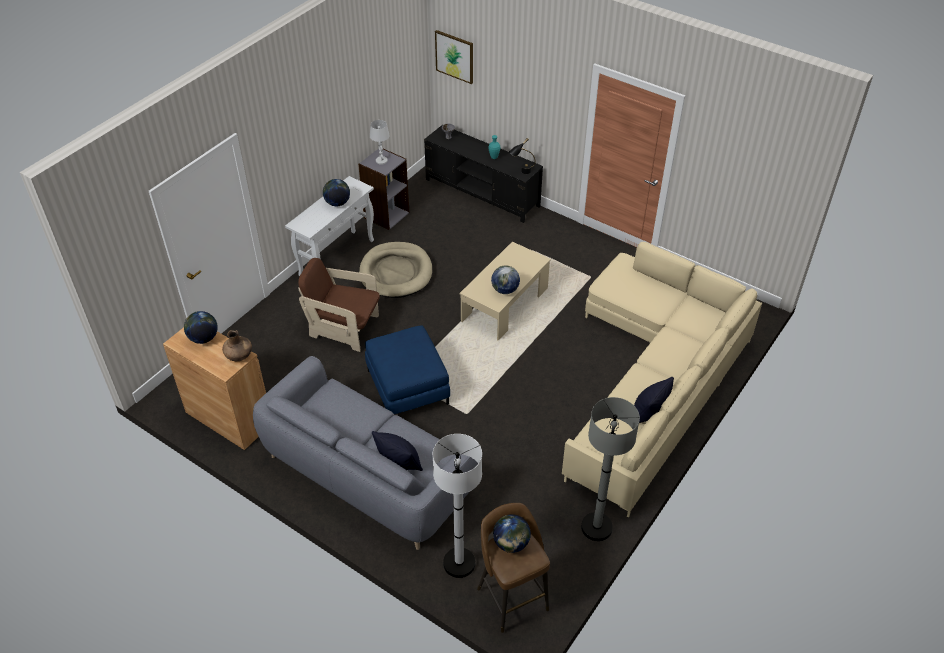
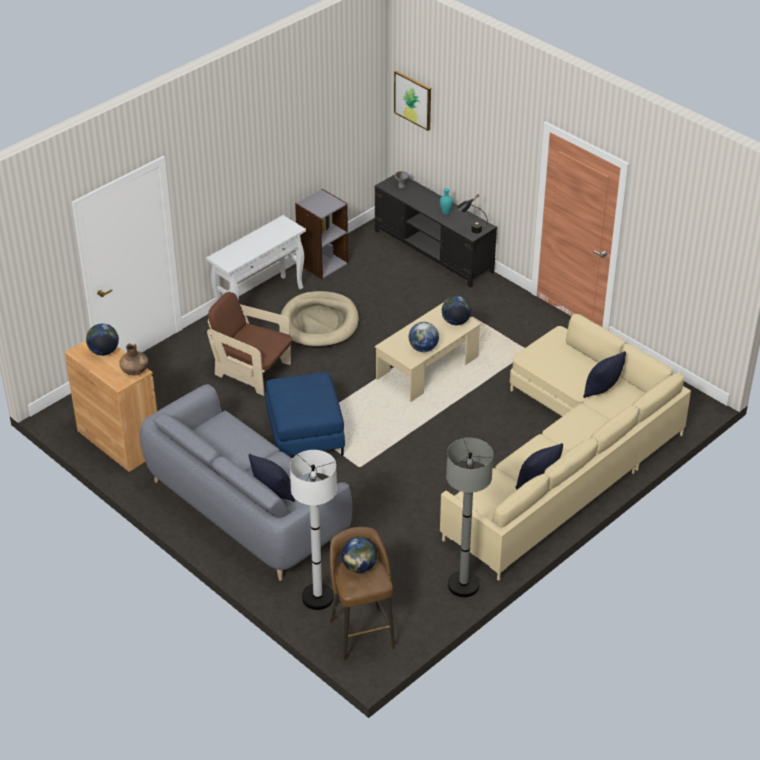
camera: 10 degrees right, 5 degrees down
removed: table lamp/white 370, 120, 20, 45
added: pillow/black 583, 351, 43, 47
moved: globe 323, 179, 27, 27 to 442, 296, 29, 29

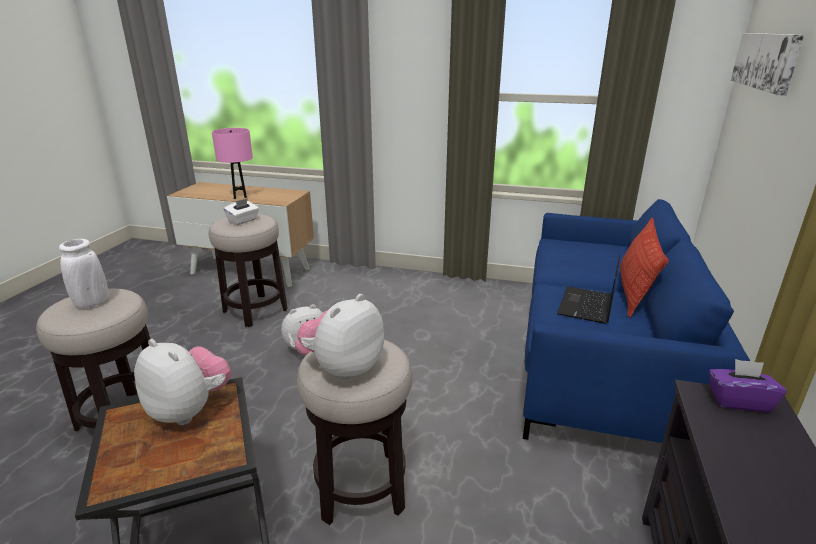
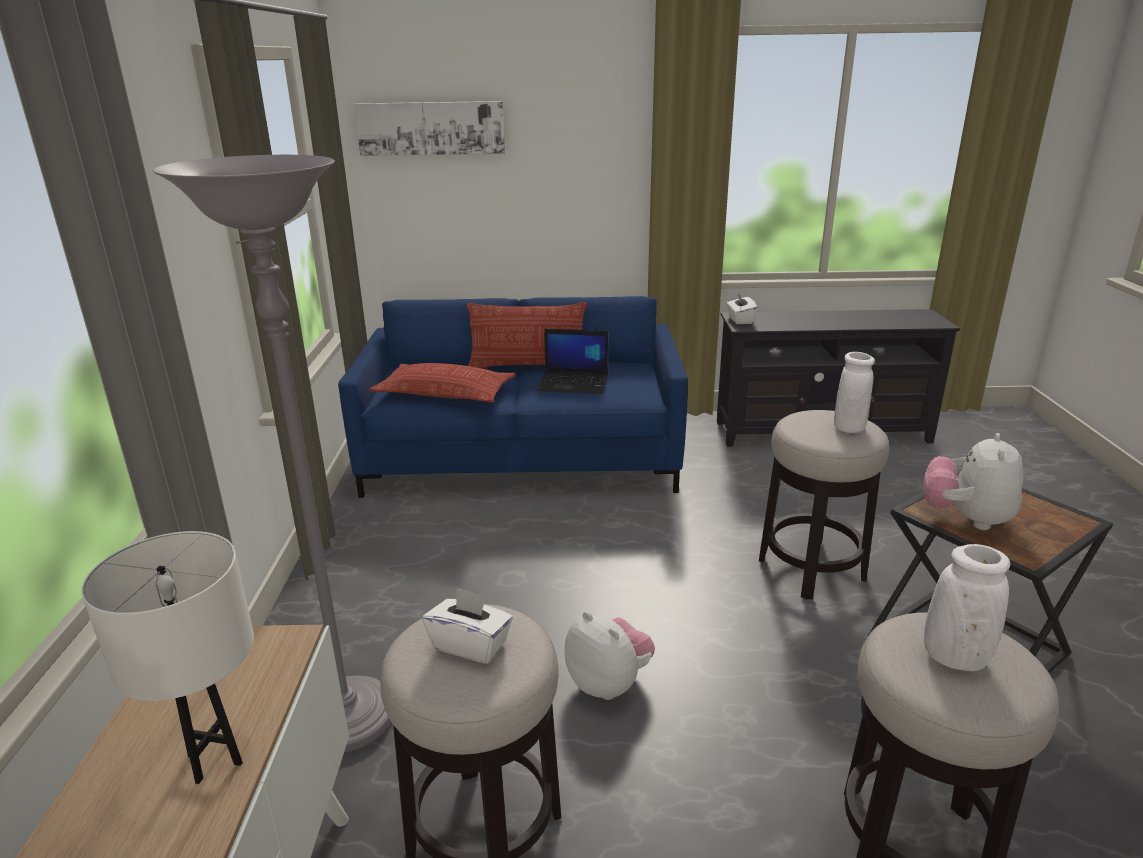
camera: 105 degrees left, 0 degrees up
added: floor lamp/grey 153, 155, 238, 598; pillow 369, 363, 146, 40
replaced: plush toy 297, 294, 87, 87 to vase/white 834, 352, 41, 81
recoloured: table lamp/pink 212, 128, 41, 71 to table lamp/white 81, 531, 173, 253; tissue box/purple 709, 359, 78, 53 to tissue box/white 727, 293, 30, 31

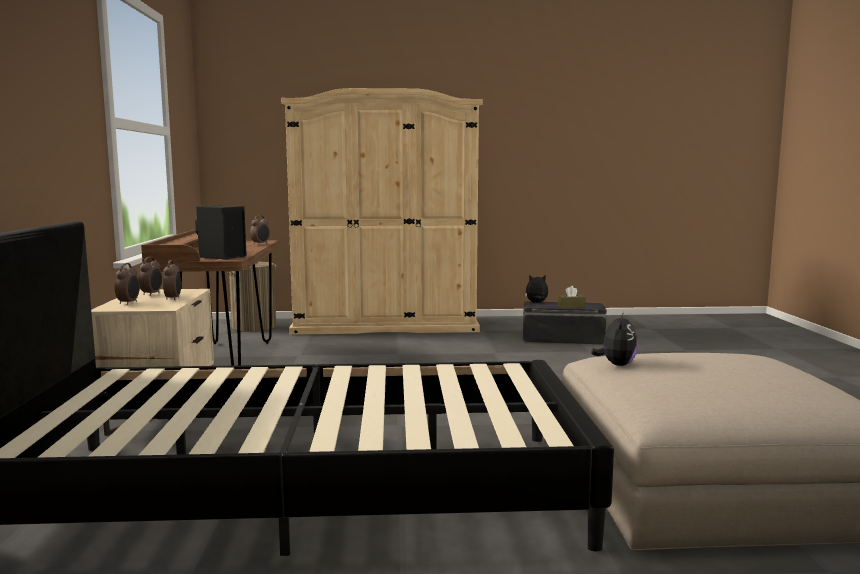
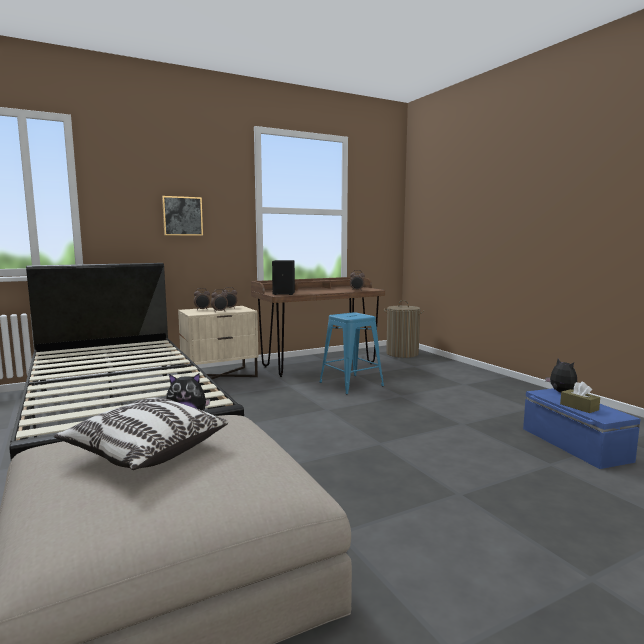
camera: 65 degrees right, 0 degrees up
removed: wardrobe/beige 281, 88, 202, 247
added: pillow 54, 398, 174, 72; picture 162, 196, 41, 40; stool/blue 319, 312, 65, 82
recoloured: storage box/black 523, 301, 84, 43 to storage box/blue 523, 388, 117, 81

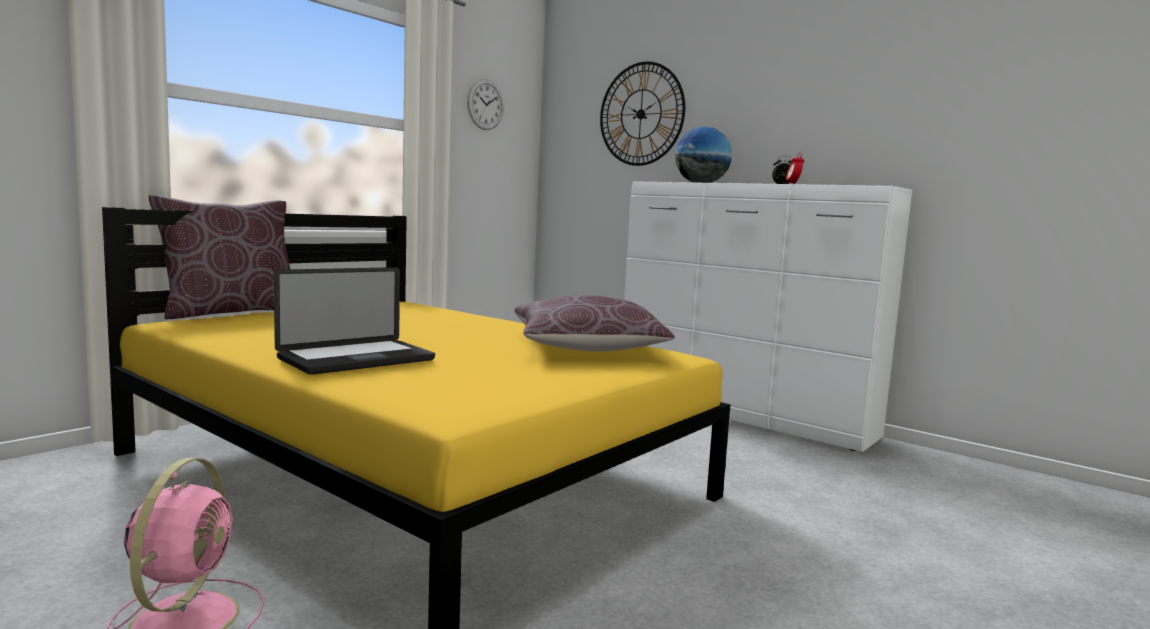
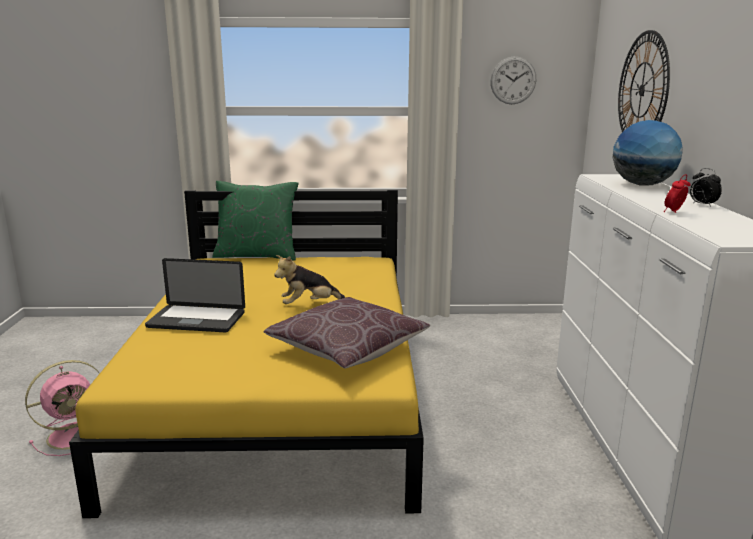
camera: 50 degrees right, 10 degrees up
added: plush toy 274, 255, 71, 49
recoloured: pillow/brown 149, 195, 141, 125 to pillow/green 212, 181, 86, 79

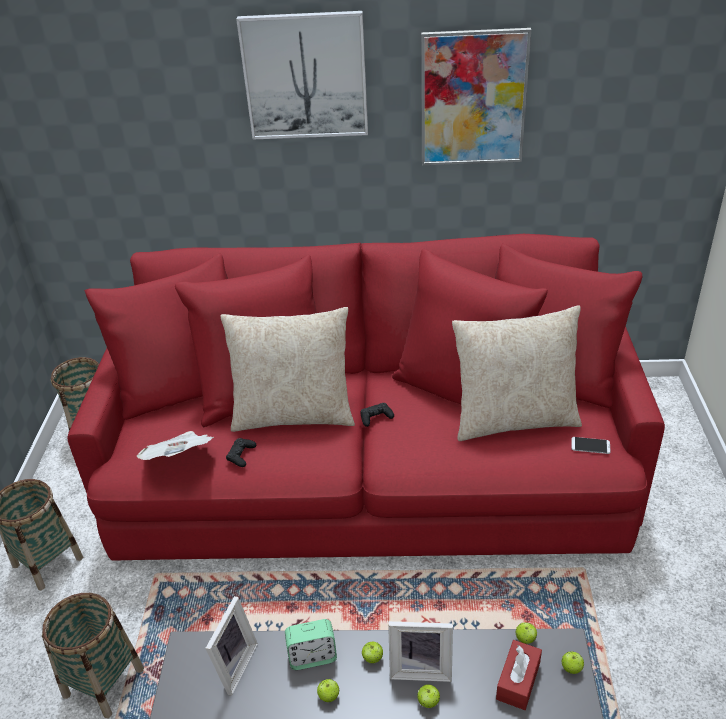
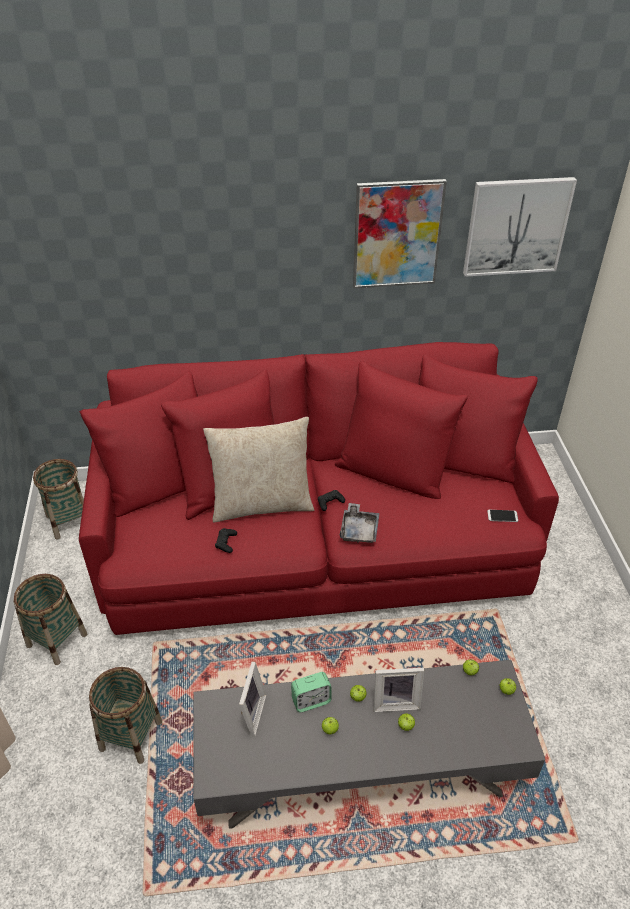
camera: 10 degrees left, 5 degrees up
removed: newspaper 136, 431, 78, 29; pillow/beige 452, 305, 130, 136; tissue box/red 496, 640, 46, 70
added: tray/grey 340, 503, 40, 40
moved: picture 236, 11, 132, 128 to 463, 177, 114, 100

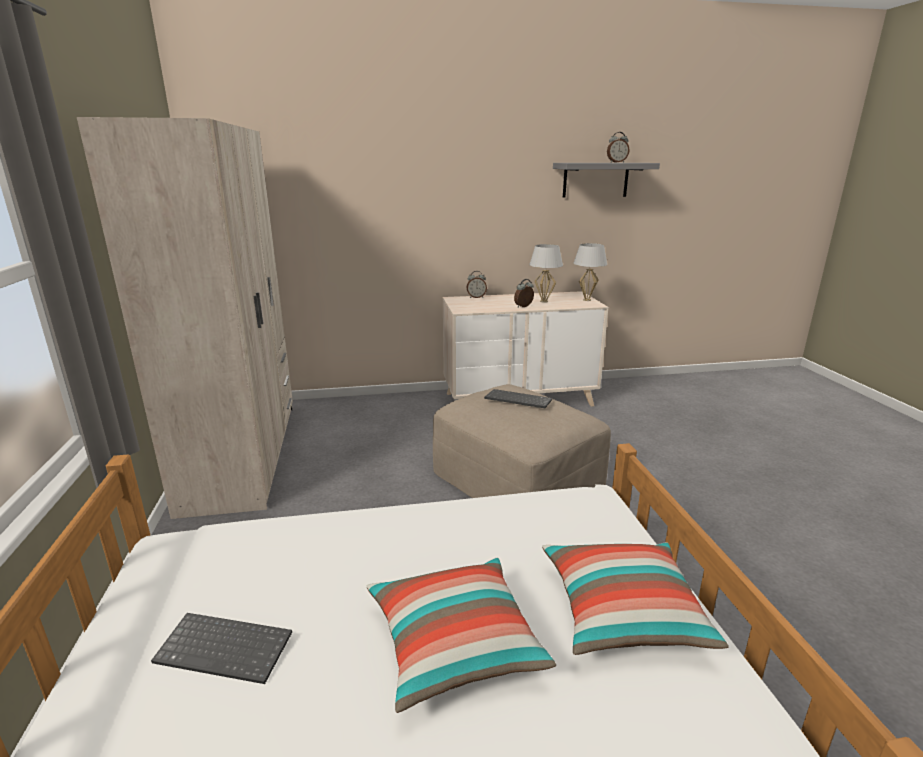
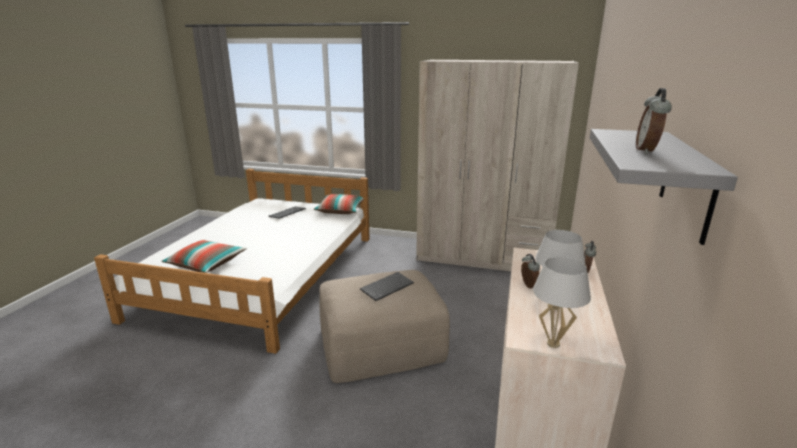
camera: 115 degrees right, 0 degrees up
moved: pillow 366, 558, 190, 155 to 313, 194, 51, 20

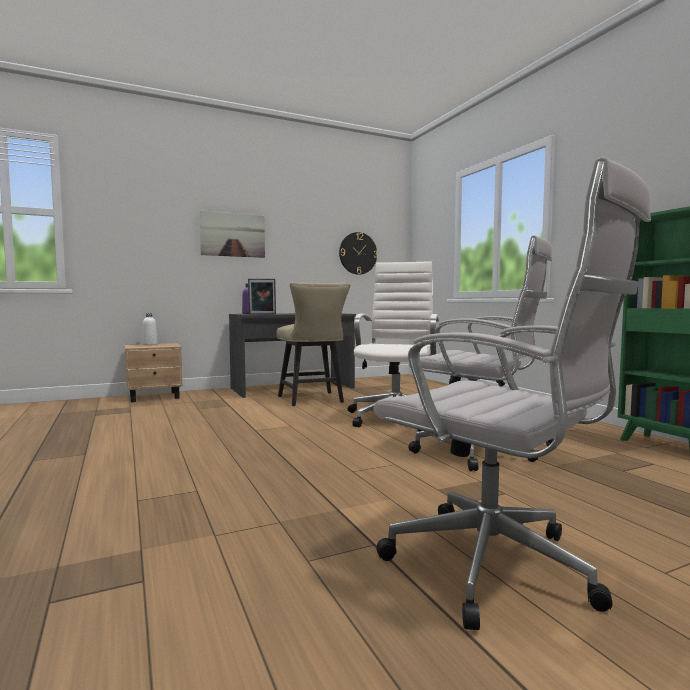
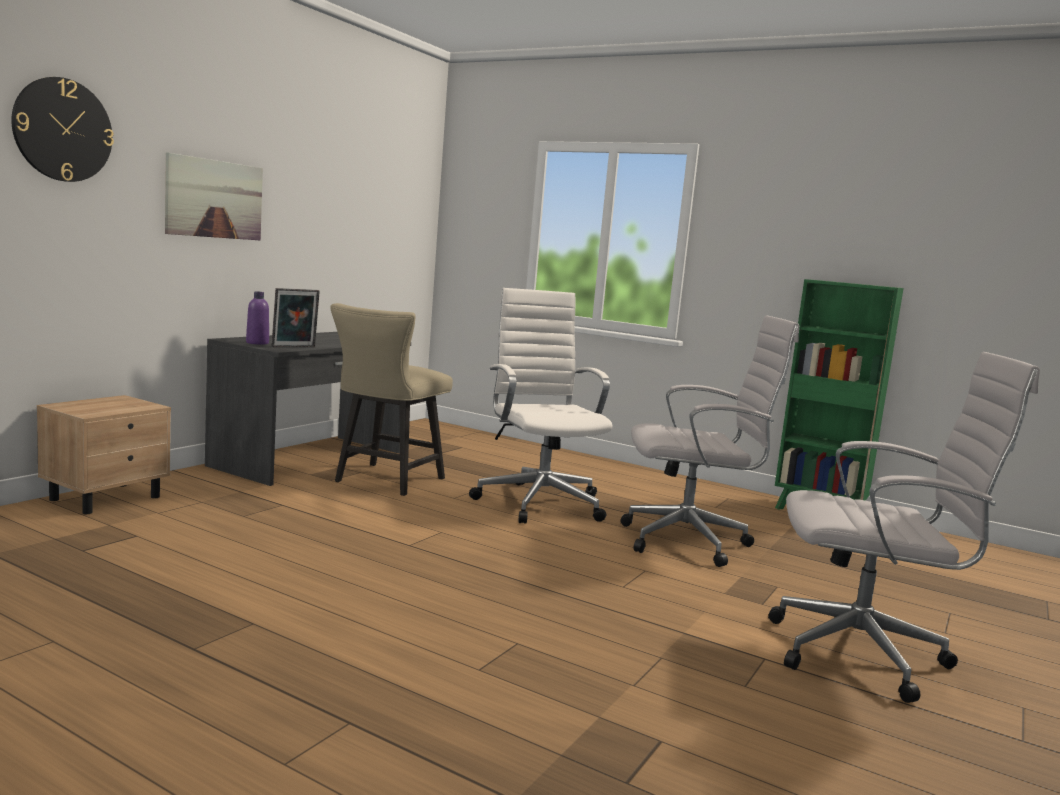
camera: 35 degrees left, 5 degrees up
removed: bottle/white 143, 313, 14, 33
moved: wall clock 339, 232, 39, 43 to 11, 77, 103, 105
turned: chair/beige 277, 282, 73, 124 = 330, 303, 123, 193 75 degrees clockwise

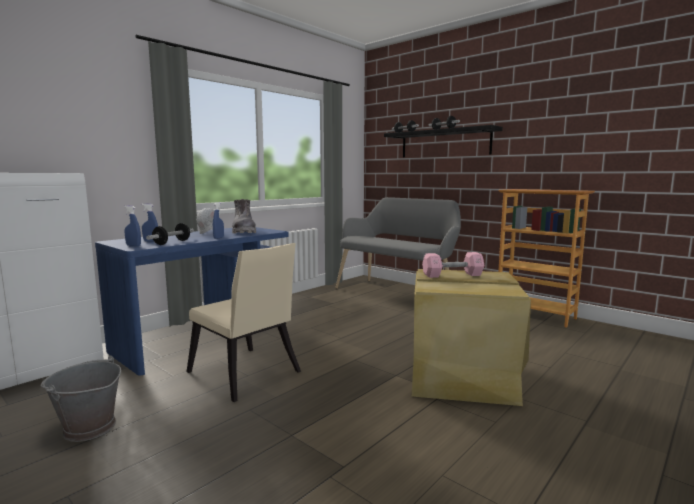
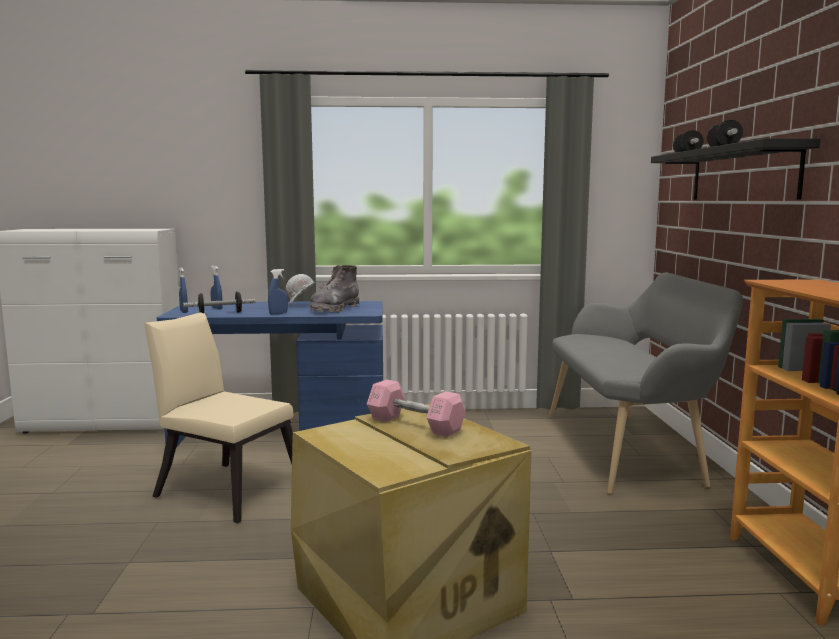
camera: 45 degrees right, 0 degrees up
removed: bucket/grey 40, 356, 81, 86
turned: chair/beige 186, 243, 115, 159 = 144, 312, 149, 211 120 degrees clockwise

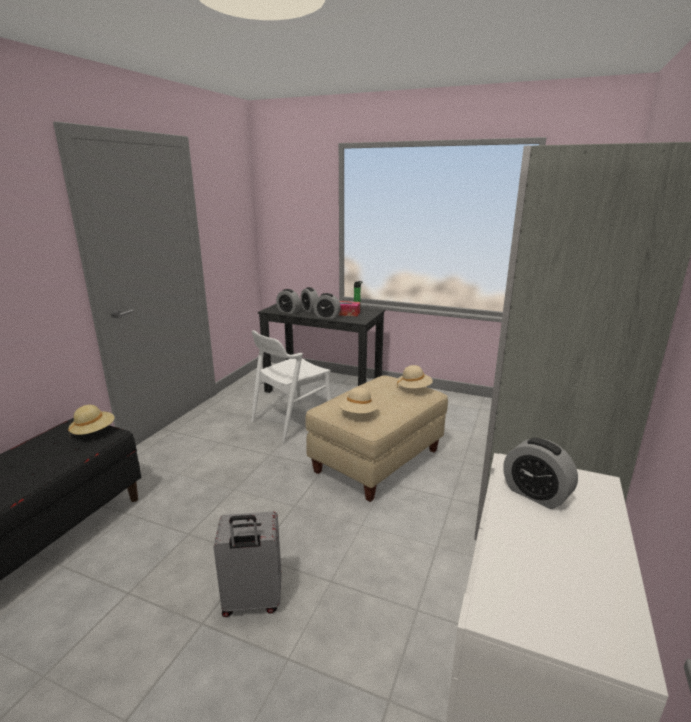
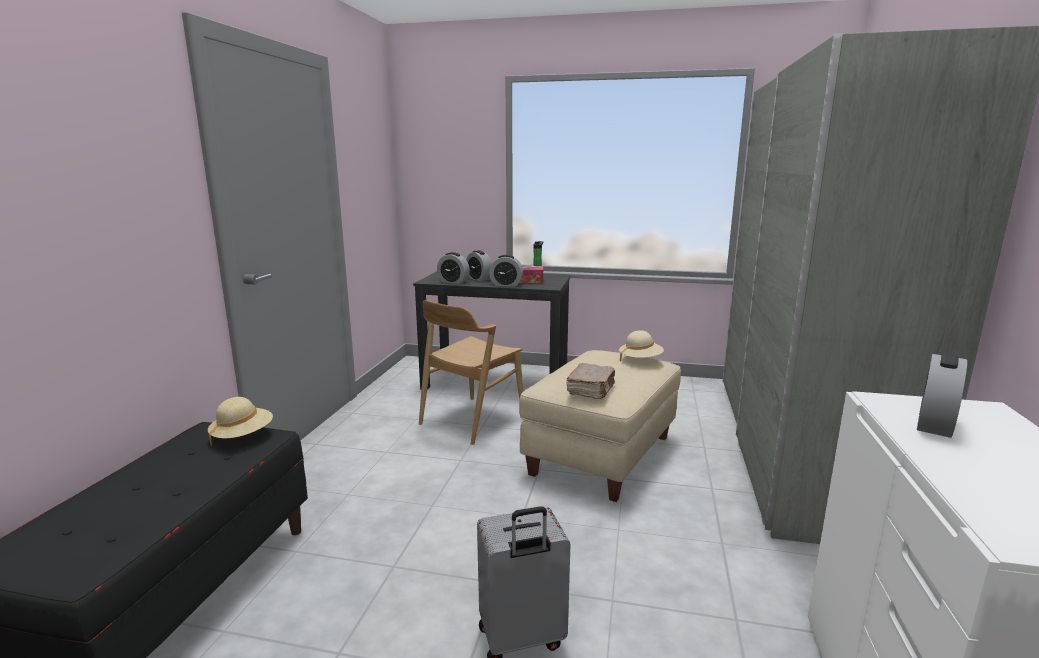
camera: 10 degrees left, 5 degrees down
replaced: hat/beige 338, 387, 40, 27 to book/brown 566, 363, 49, 36
recoloured: chair/white 251, 330, 80, 113 to chair/brown 419, 300, 105, 145
turned: alarm clock 503, 438, 75, 71 = 917, 352, 50, 86 90 degrees clockwise

